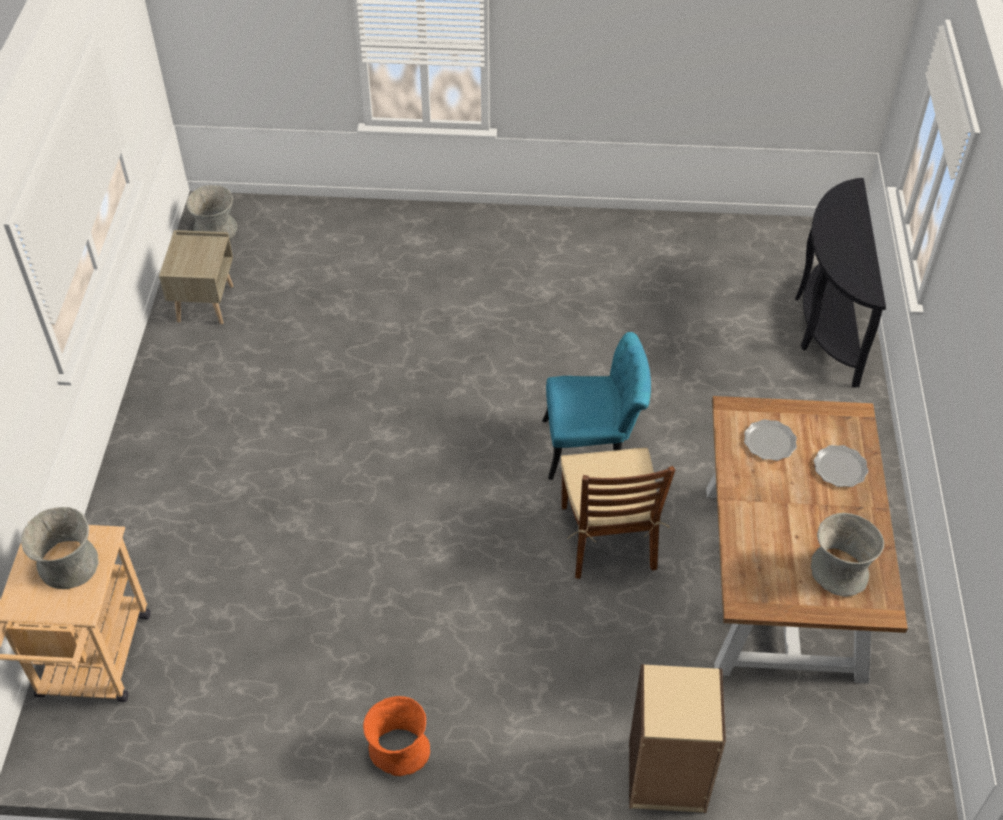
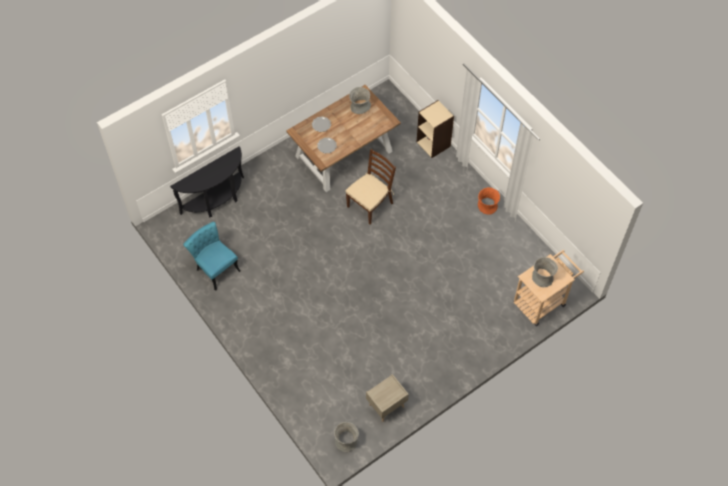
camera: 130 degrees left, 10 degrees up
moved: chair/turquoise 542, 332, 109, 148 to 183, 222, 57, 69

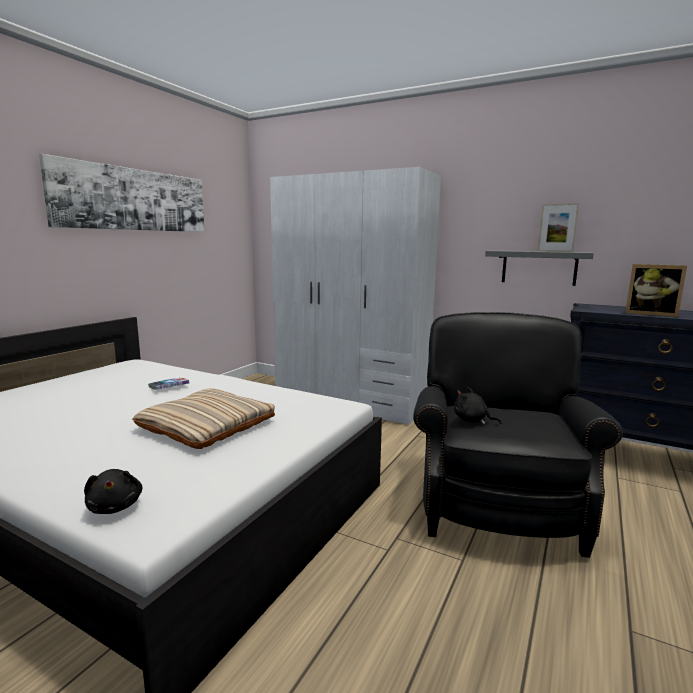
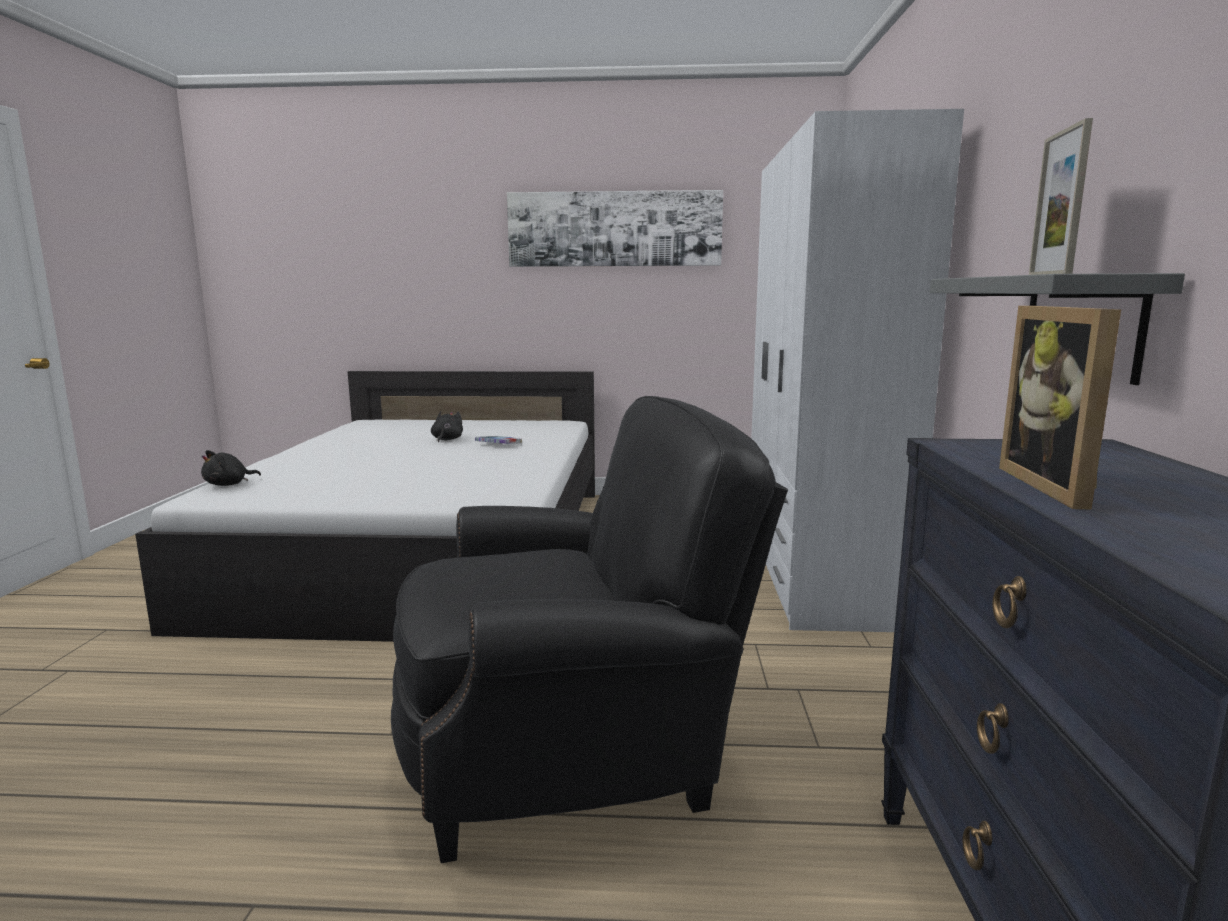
camera: 65 degrees right, 0 degrees up
removed: pillow/beige 132, 389, 143, 60
moved: plush toy/black 454, 387, 48, 37 to 431, 411, 32, 31

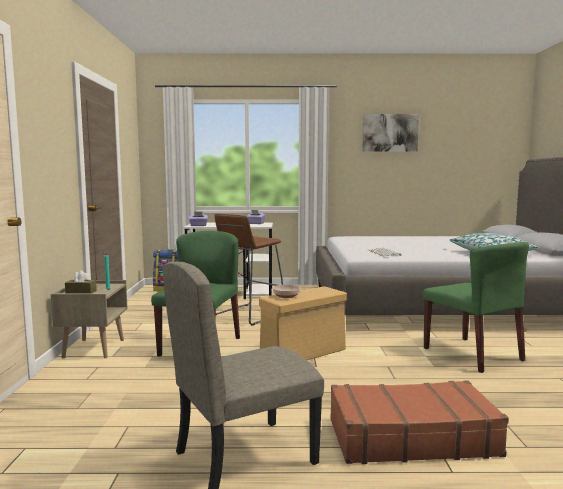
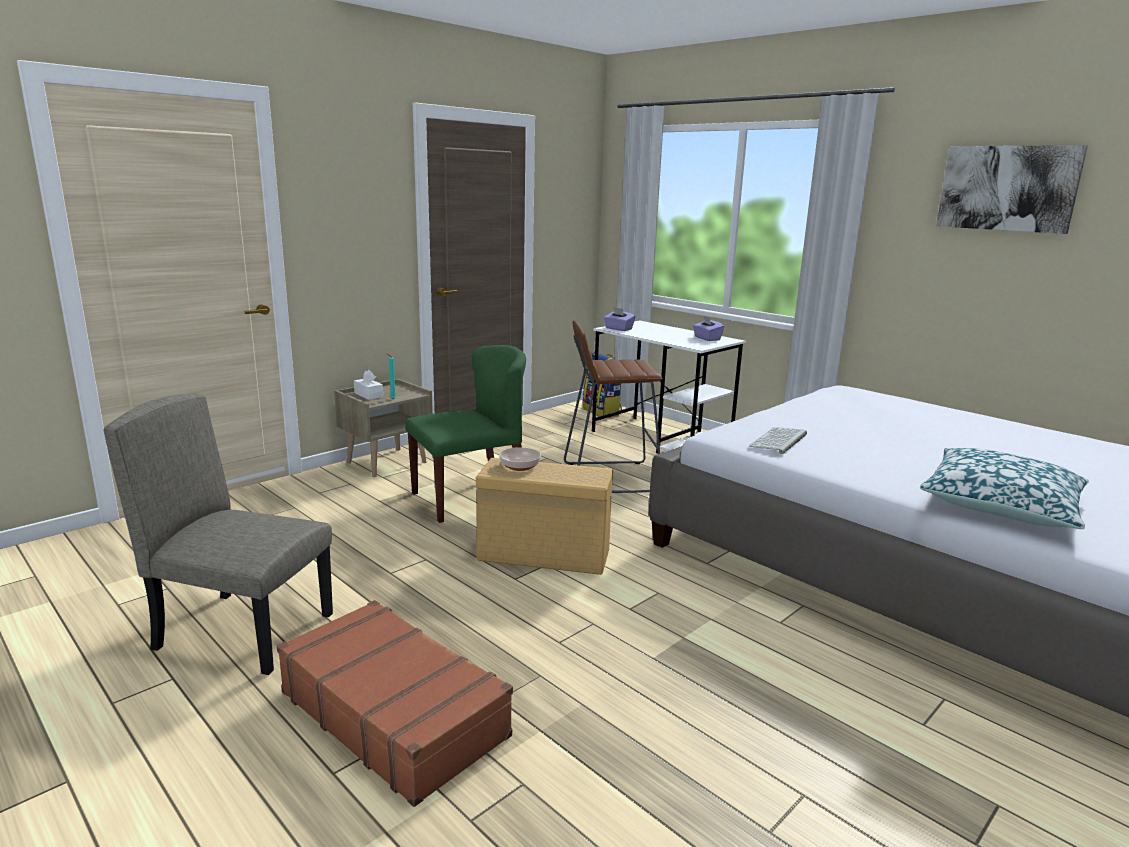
camera: 45 degrees right, 10 degrees up
removed: chair/green 423, 242, 106, 131
recoloured: tissue box/brown 65, 270, 32, 24 to tissue box/white 354, 370, 29, 30

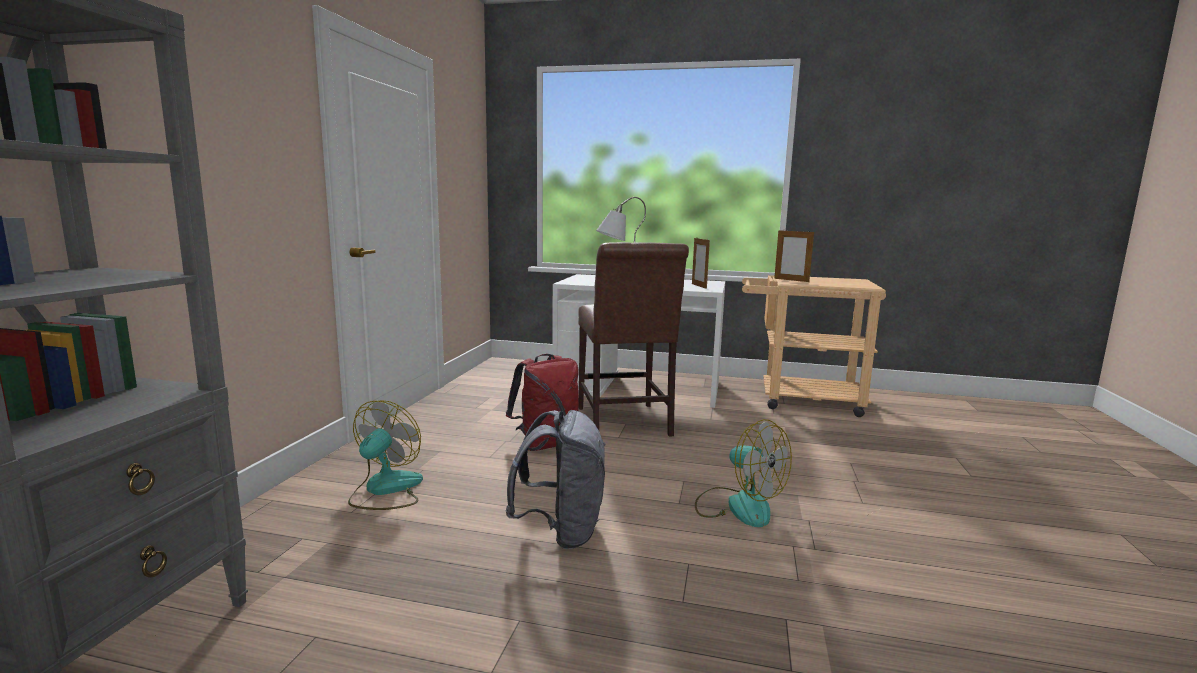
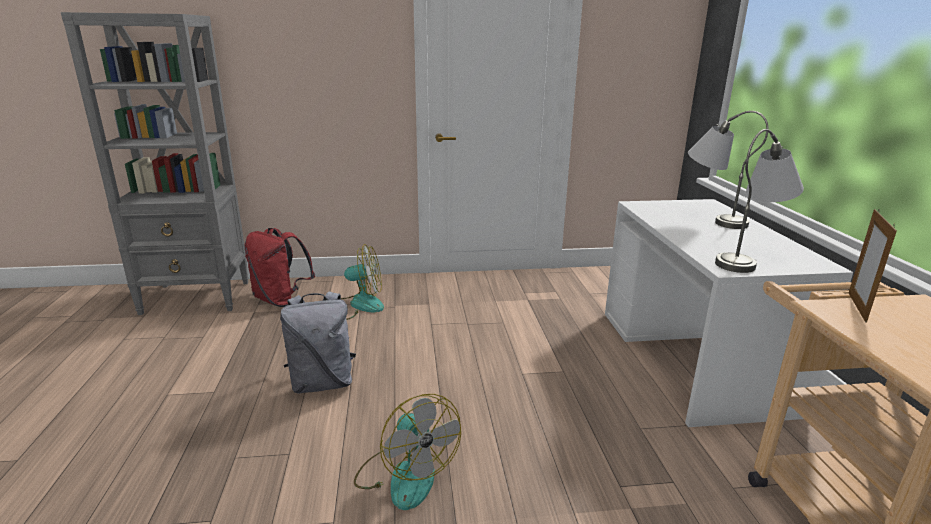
camera: 70 degrees right, 10 degrees up
removed: chair/brown 578, 242, 111, 195
moved: backpack/red 506, 354, 73, 97 to 244, 228, 71, 79
replaced: picture frame 692, 237, 18, 52 to table lamp/grey 715, 129, 89, 144
turned: fan 695, 419, 97, 108 = 354, 394, 107, 116 60 degrees counterclockwise

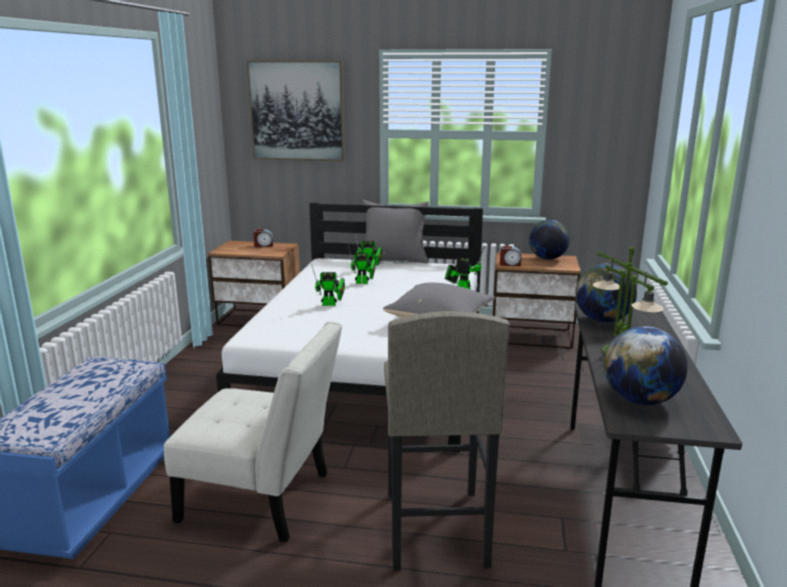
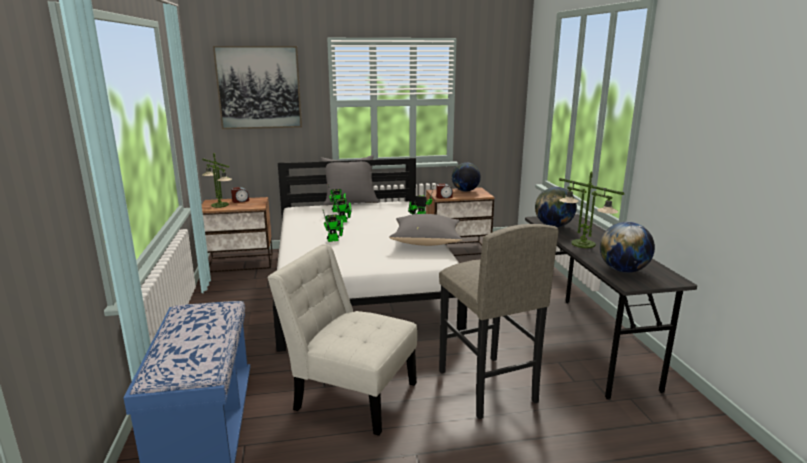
camera: 20 degrees left, 0 degrees up
added: table lamp 202, 153, 30, 55
turned: chair/white 164, 321, 178, 221 = 267, 244, 150, 192 150 degrees counterclockwise

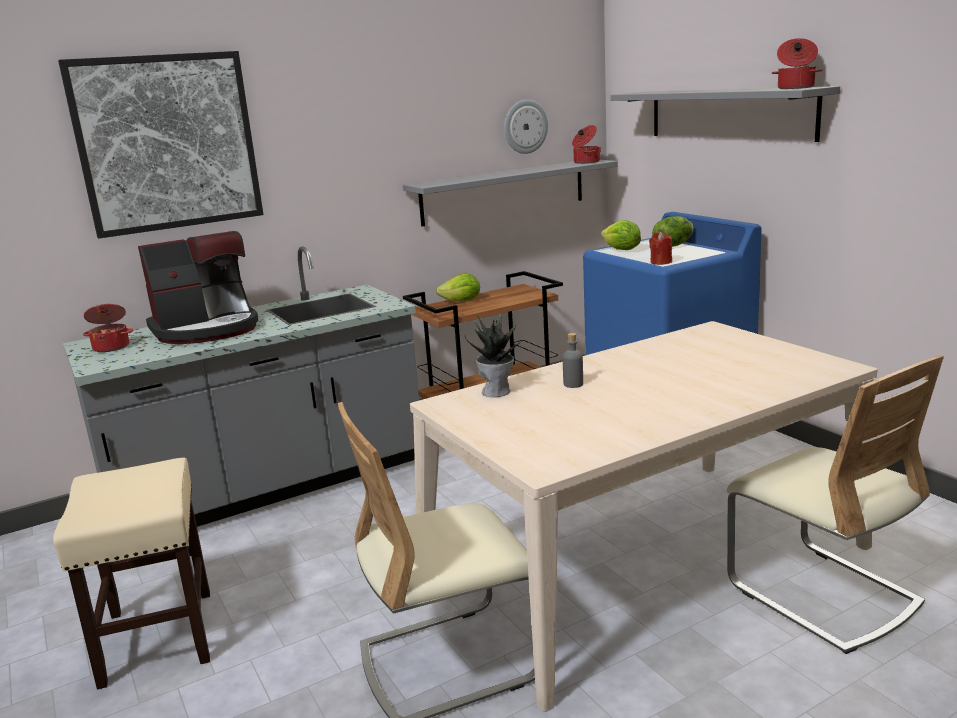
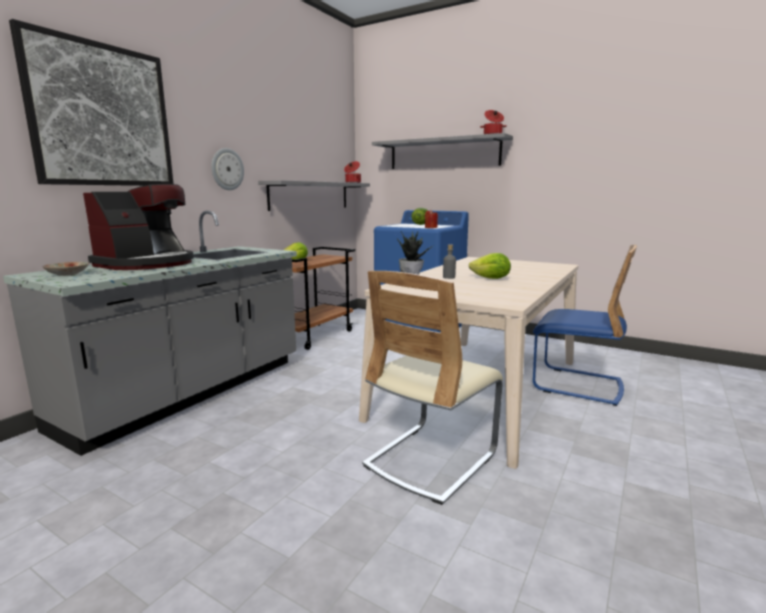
camera: 30 degrees left, 5 degrees down
removed: stool/beige 53, 458, 157, 231
moved: wall clock 504, 100, 44, 54 to 211, 148, 33, 42; lettuce 601, 220, 40, 30 to 469, 253, 42, 26
replaced: cooking pot 83, 304, 50, 48 to plate 42, 262, 47, 14
recoloured: chair/beige 727, 355, 217, 299 to chair/blue 533, 245, 104, 161

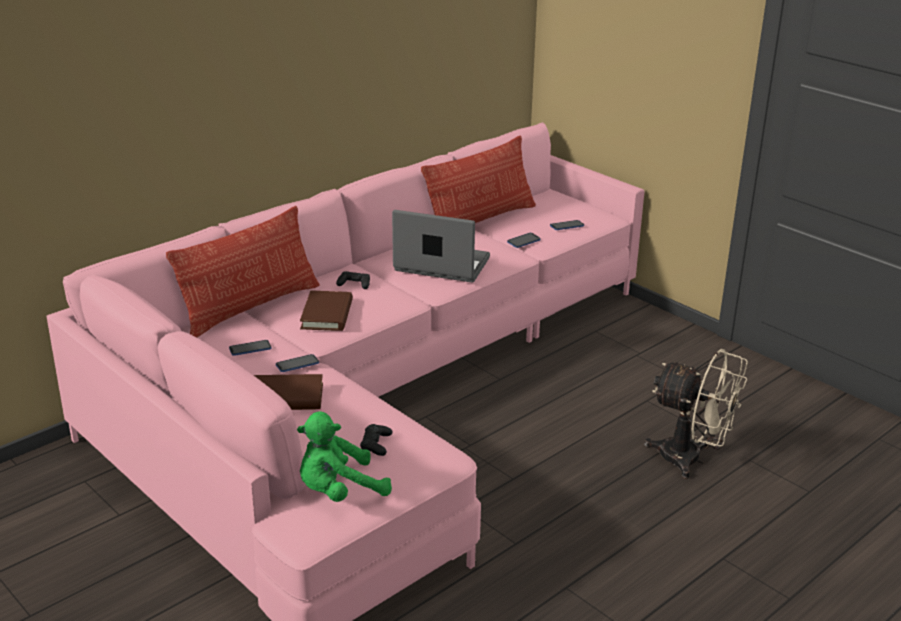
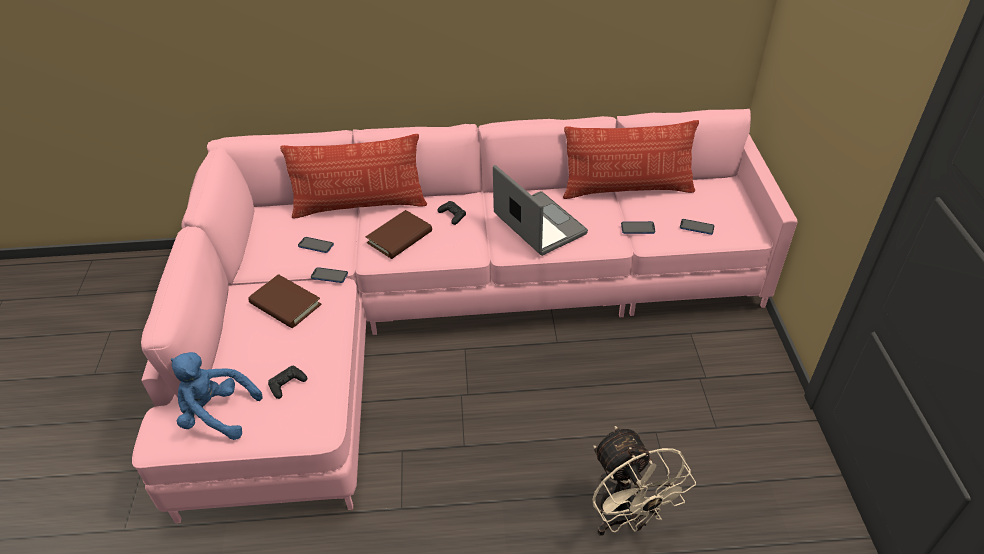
camera: 40 degrees right, 15 degrees up
recoloured: plush toy/green 297, 412, 95, 90 to plush toy/blue 171, 352, 91, 88

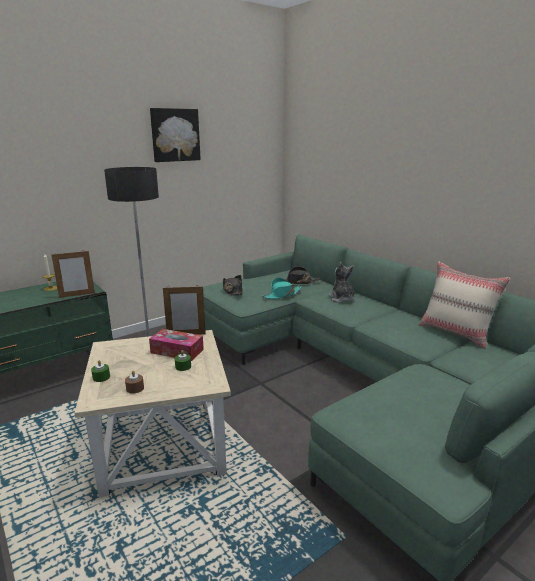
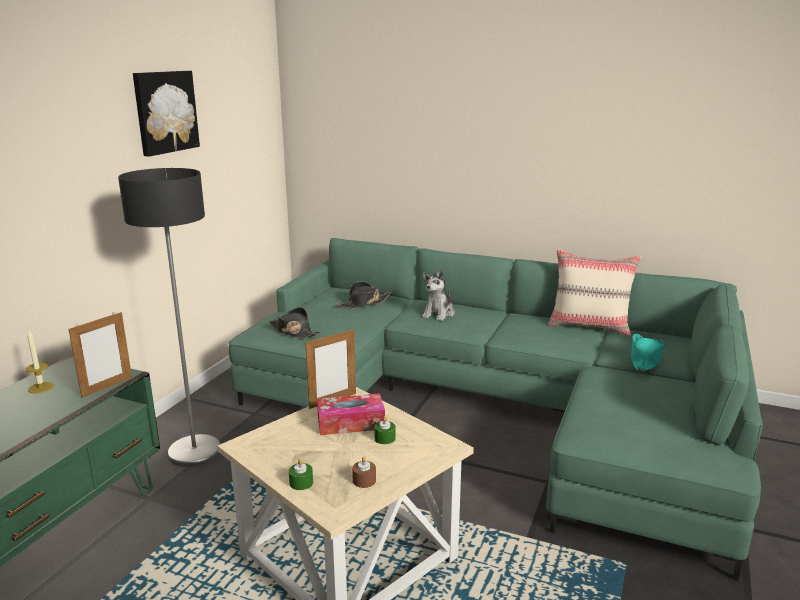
camera: 30 degrees left, 0 degrees up
moved: hat/turquoise 261, 278, 41, 21 to 631, 334, 33, 37
turned: plush toy 329, 262, 26, 41 = 422, 269, 33, 52 105 degrees counterclockwise

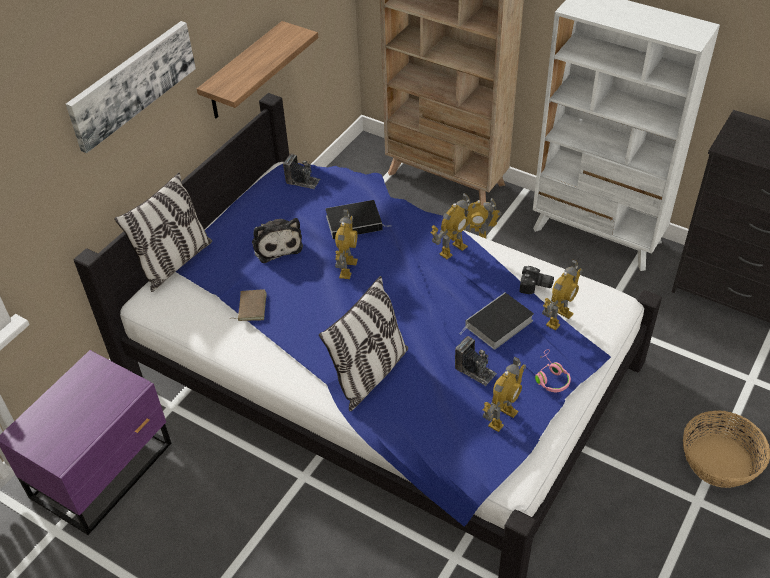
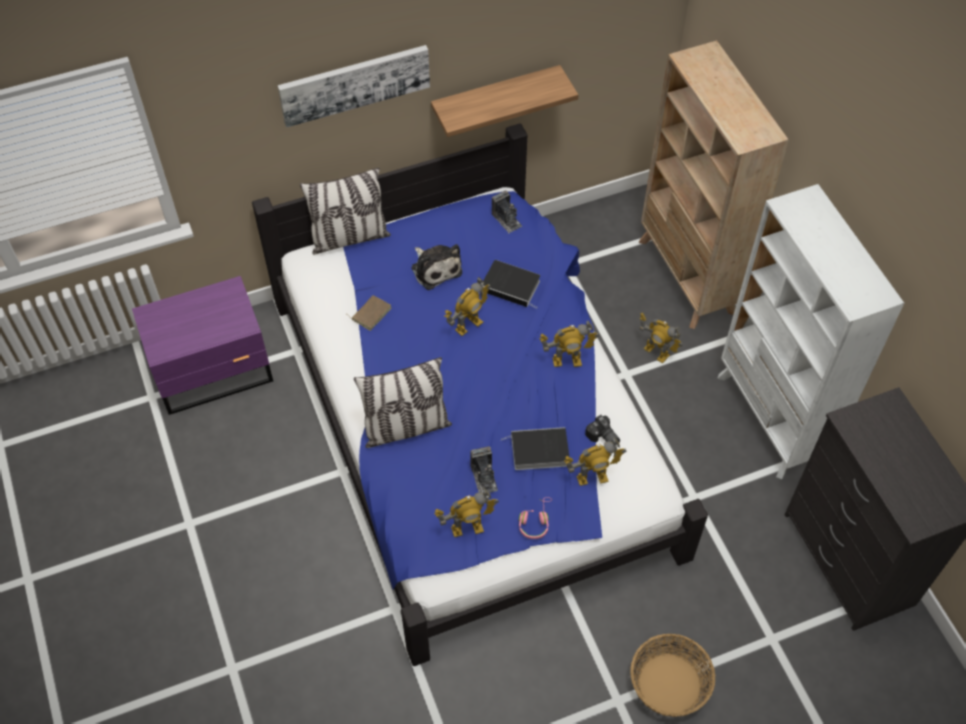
camera: 35 degrees right, 10 degrees up
turned: plush toy 252, 218, 51, 45 = 411, 244, 51, 46 45 degrees counterclockwise

